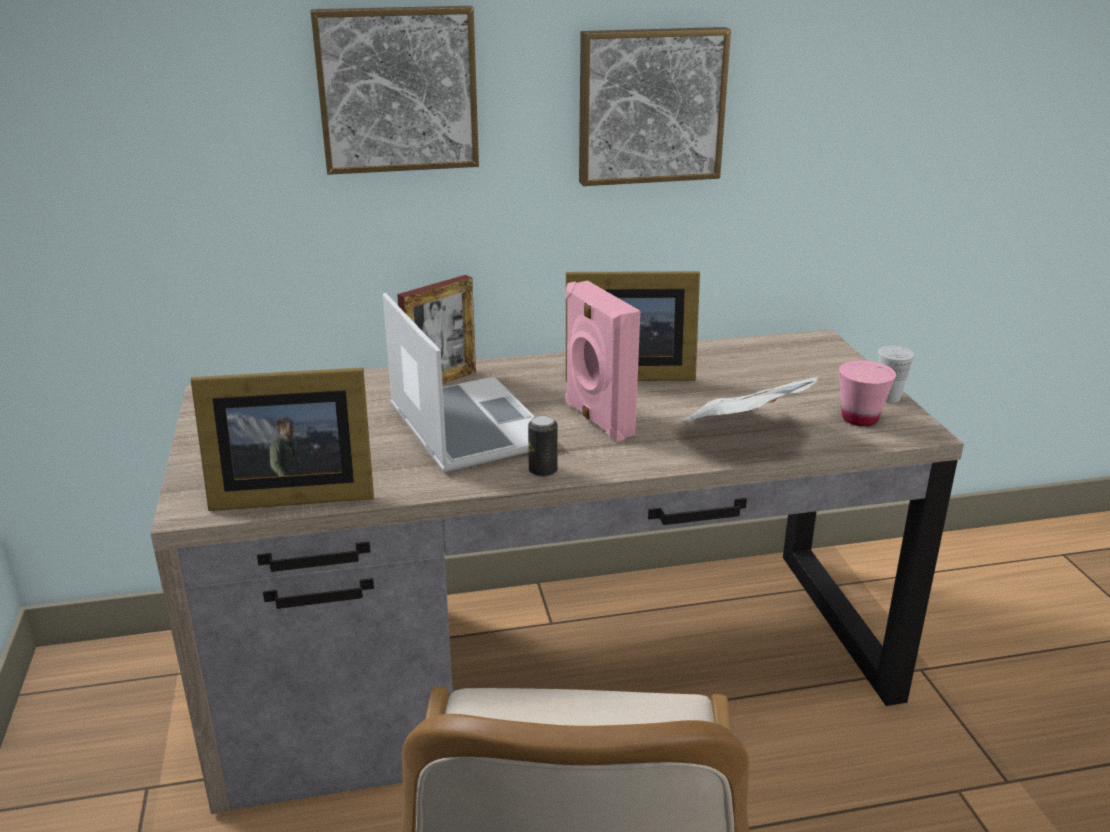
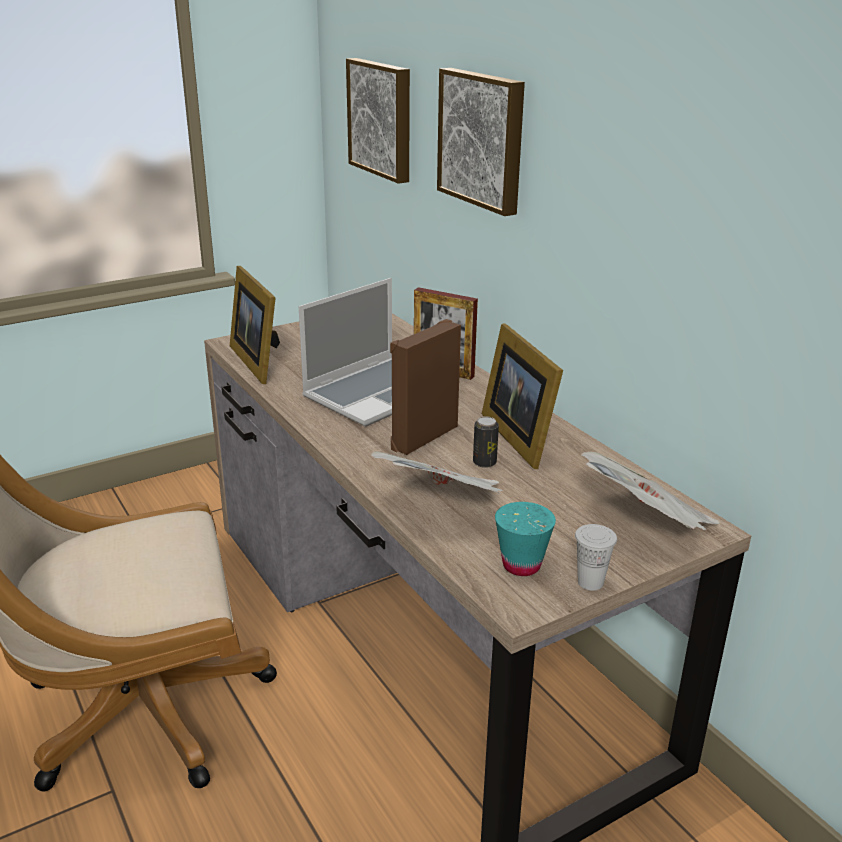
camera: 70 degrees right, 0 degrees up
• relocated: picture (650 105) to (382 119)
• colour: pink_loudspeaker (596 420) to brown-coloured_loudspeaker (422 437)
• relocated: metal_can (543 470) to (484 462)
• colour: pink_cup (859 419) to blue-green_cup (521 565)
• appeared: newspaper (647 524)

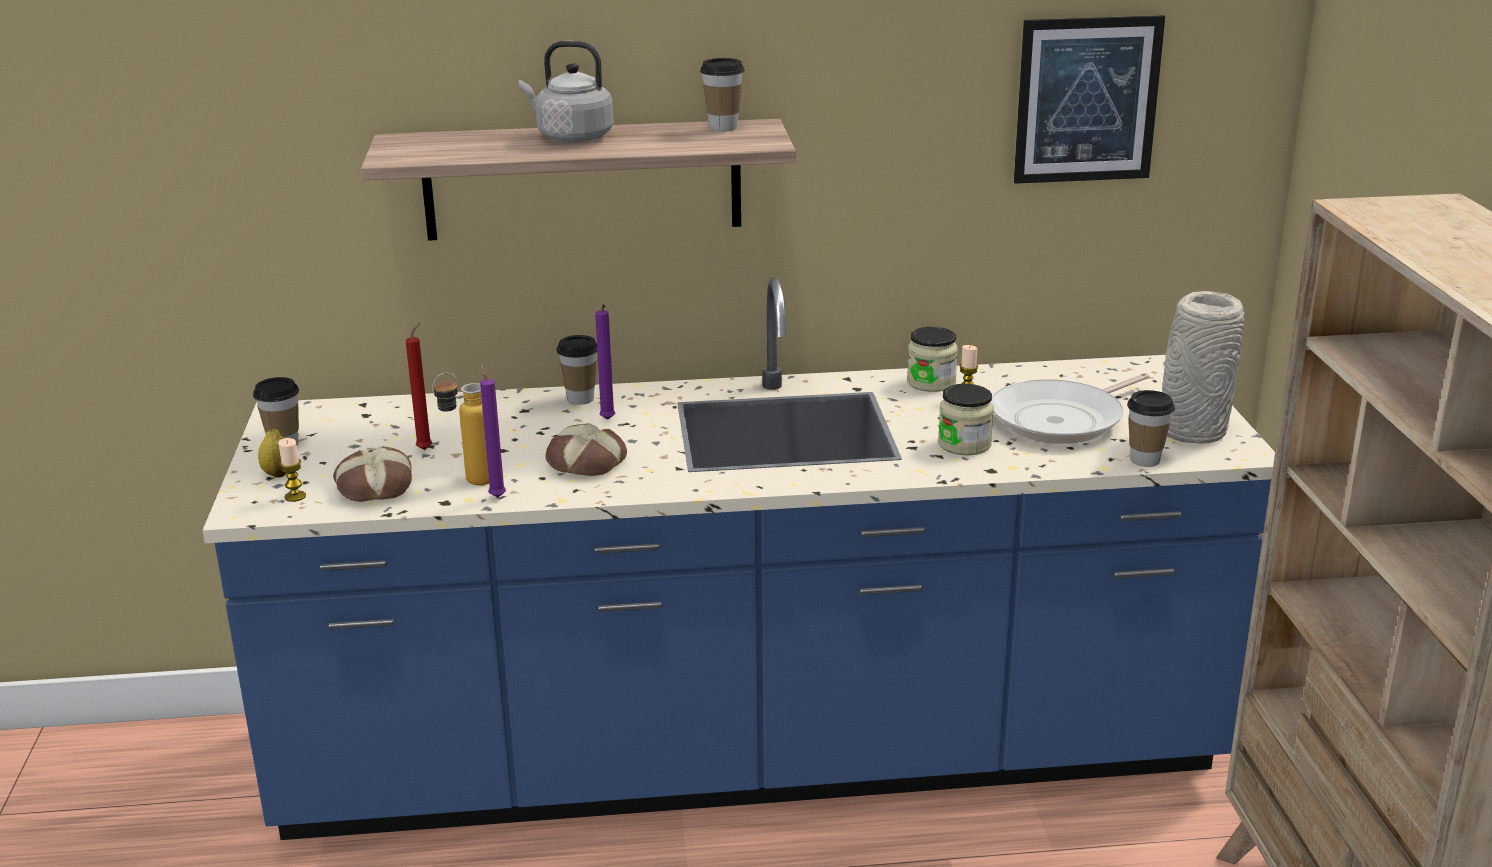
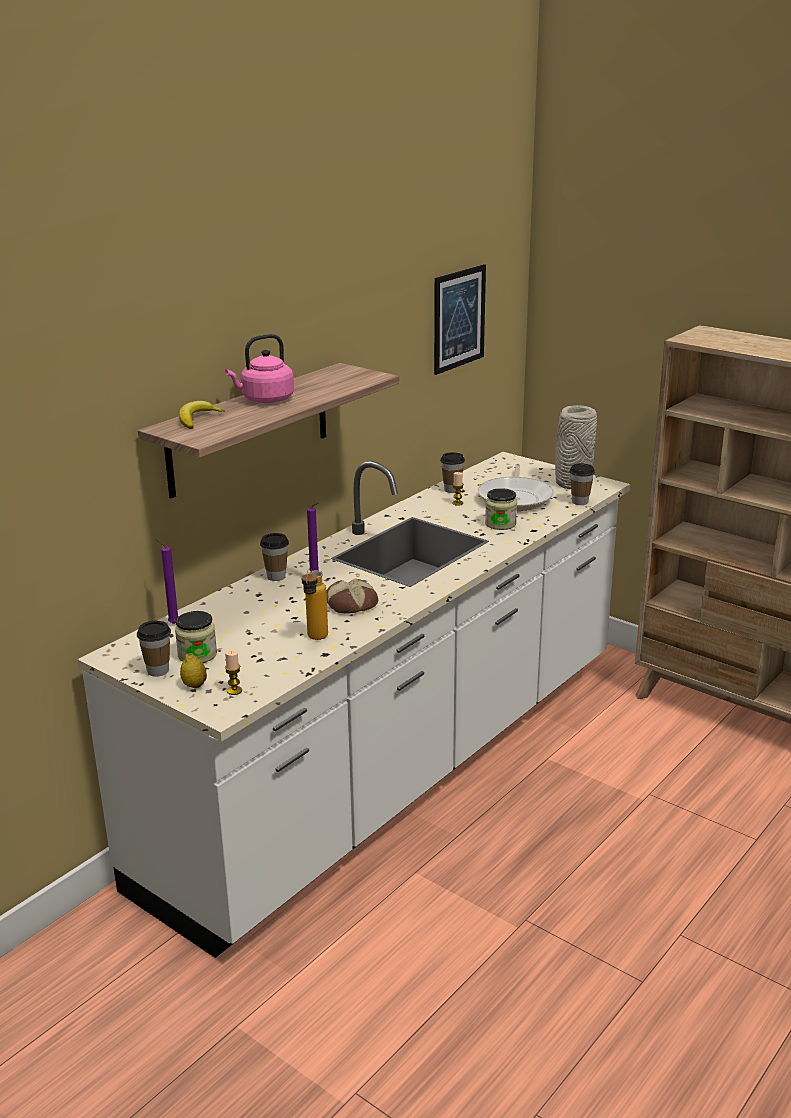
camera: 45 degrees left, 0 degrees up
• colour: bluish_kitchen_base_unit (750 758) to whitish_kitchen_base_unit (397 768)
• relocated: purple_wax_light (496 496) to (172 623)
• relocated: preserve_jar (931 382) to (197 655)
• appeared: banana (197 420)
• colour: gray_water_kettle (571 137) to pink_water_kettle (265 400)
• relocated: cup (723 127) to (452 490)
• missing: bread (374 486)
• missing: reddish_wax_light (426 449)

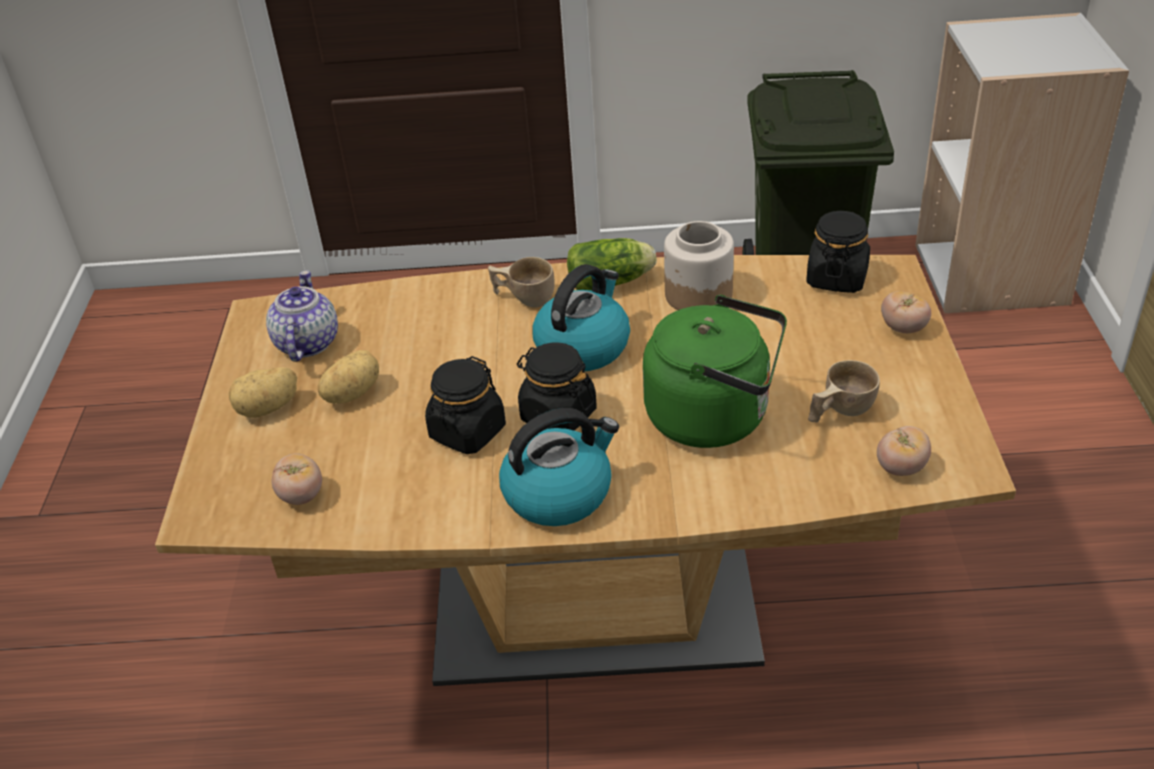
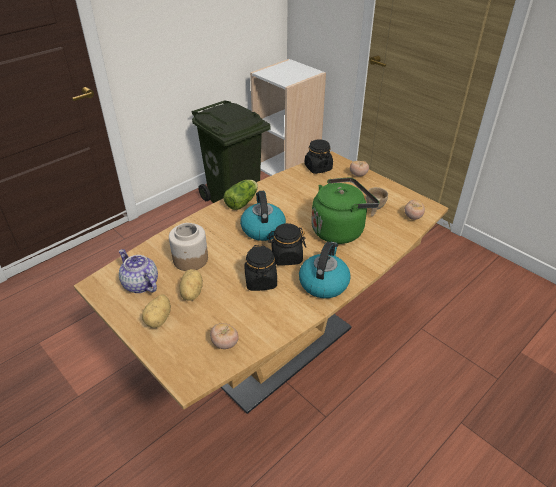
camera: 45 degrees left, 0 degrees up
• relocated: preserve_jar (698 294) to (190 259)
• missing: beige-coloured_cup (524 298)

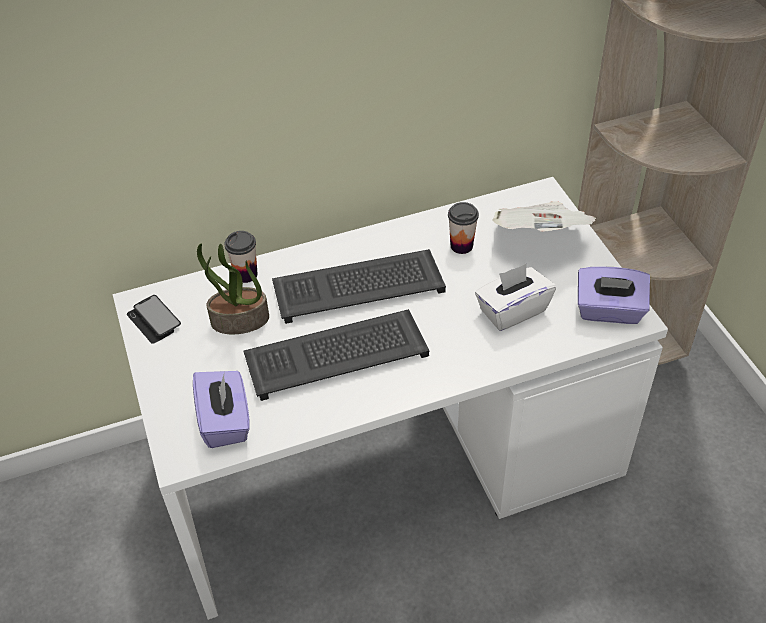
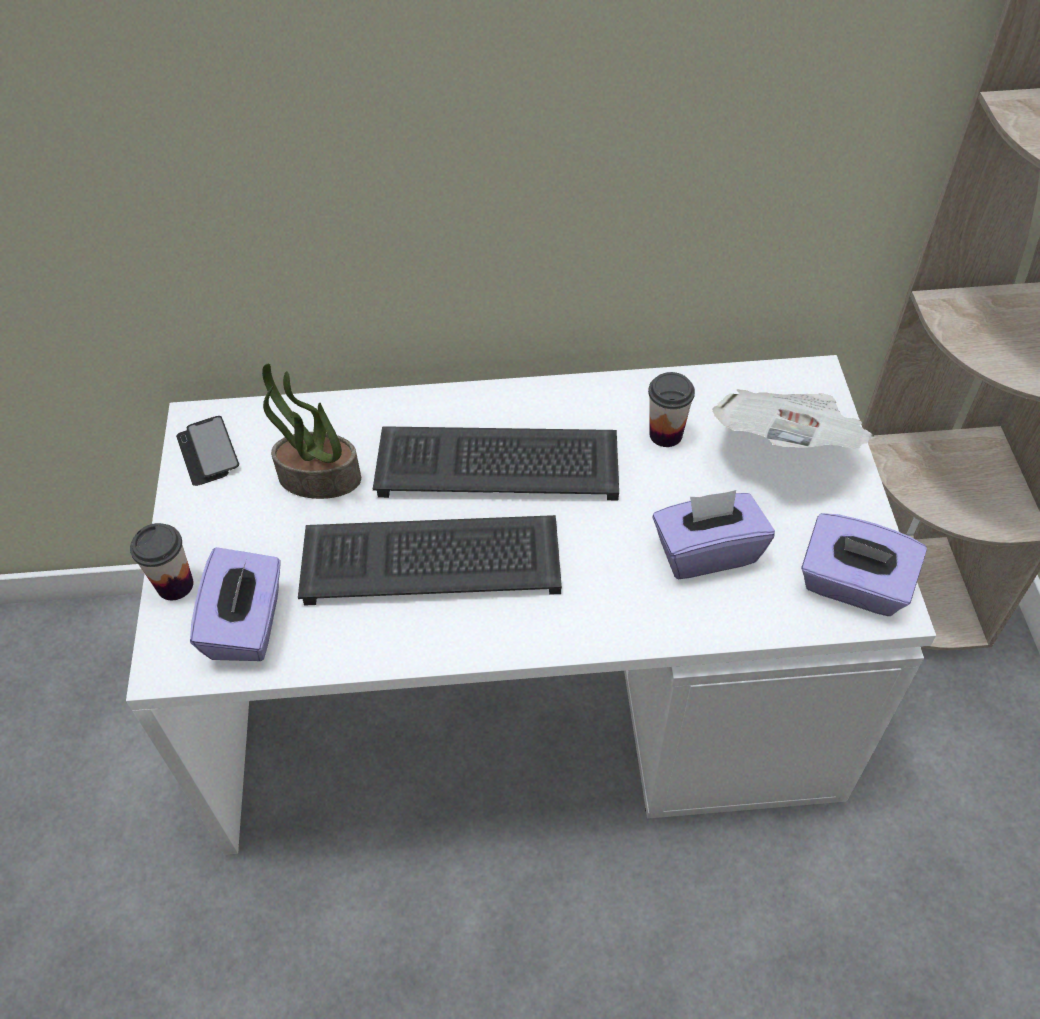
camera: 15 degrees right, 5 degrees up
• relocated: cup (246 274) to (175 585)
• colour: whitish_box_of_tissues (512 310) to purple_box_of_tissues (706 551)

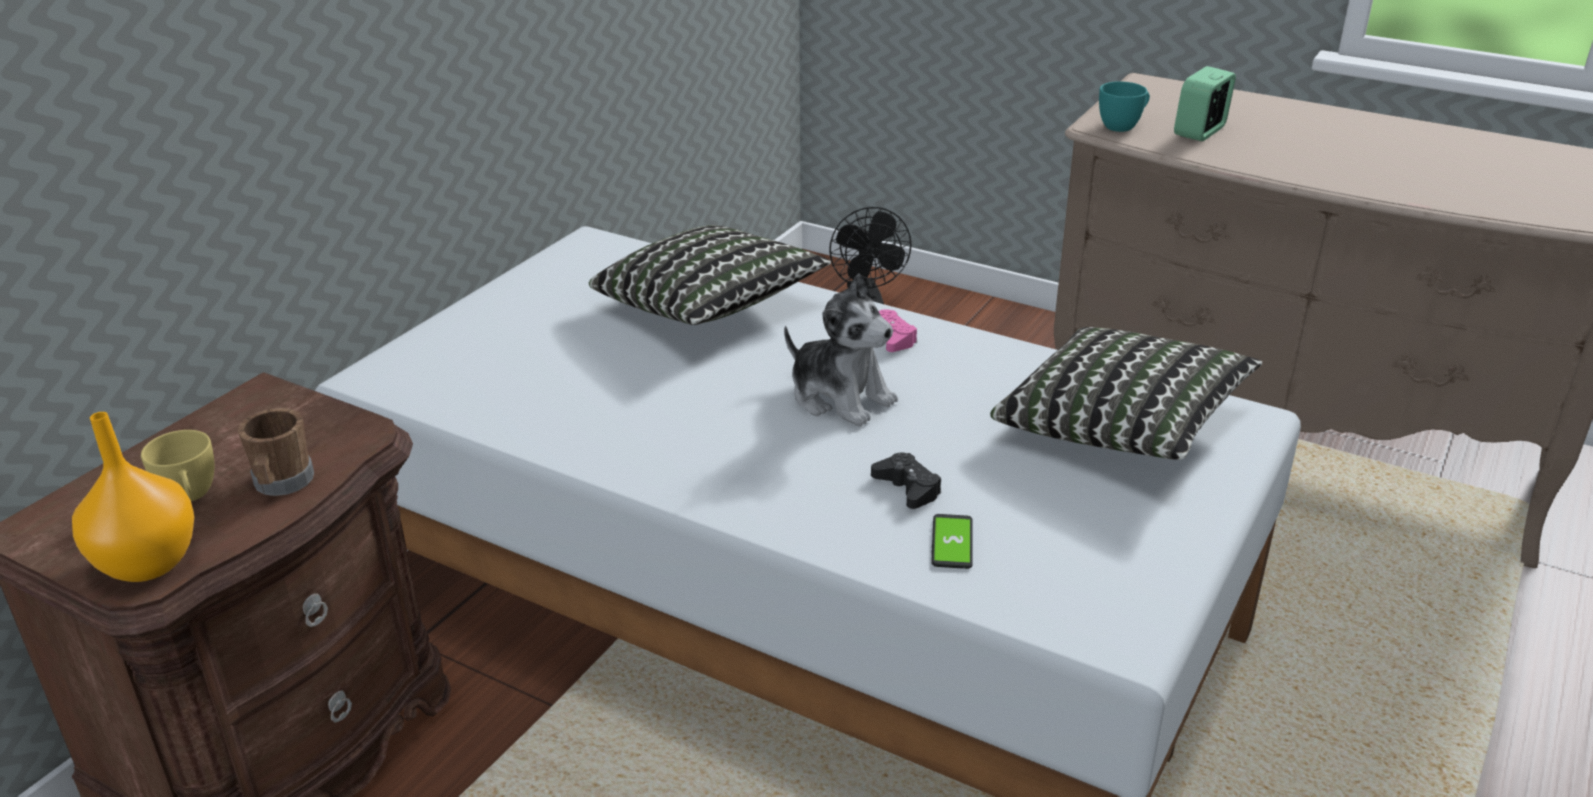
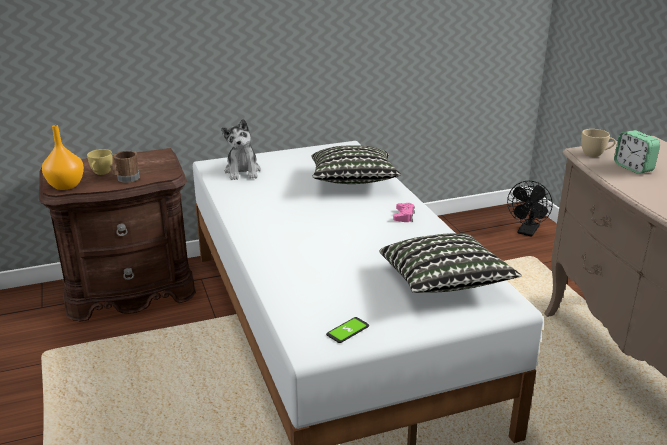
camera: 40 degrees right, 5 degrees down
• relocated: cuddly_toy (840 397) to (243 171)
• relocated: handset (952 542) to (347 330)
• colour: blue-green_cup (1123 126) to beige-coloured_cup (595 154)
• spun: alarm_clock (1200 132) = (633 167) 105 degrees counterclockwise
• missing: blackish_joypad (907 488)

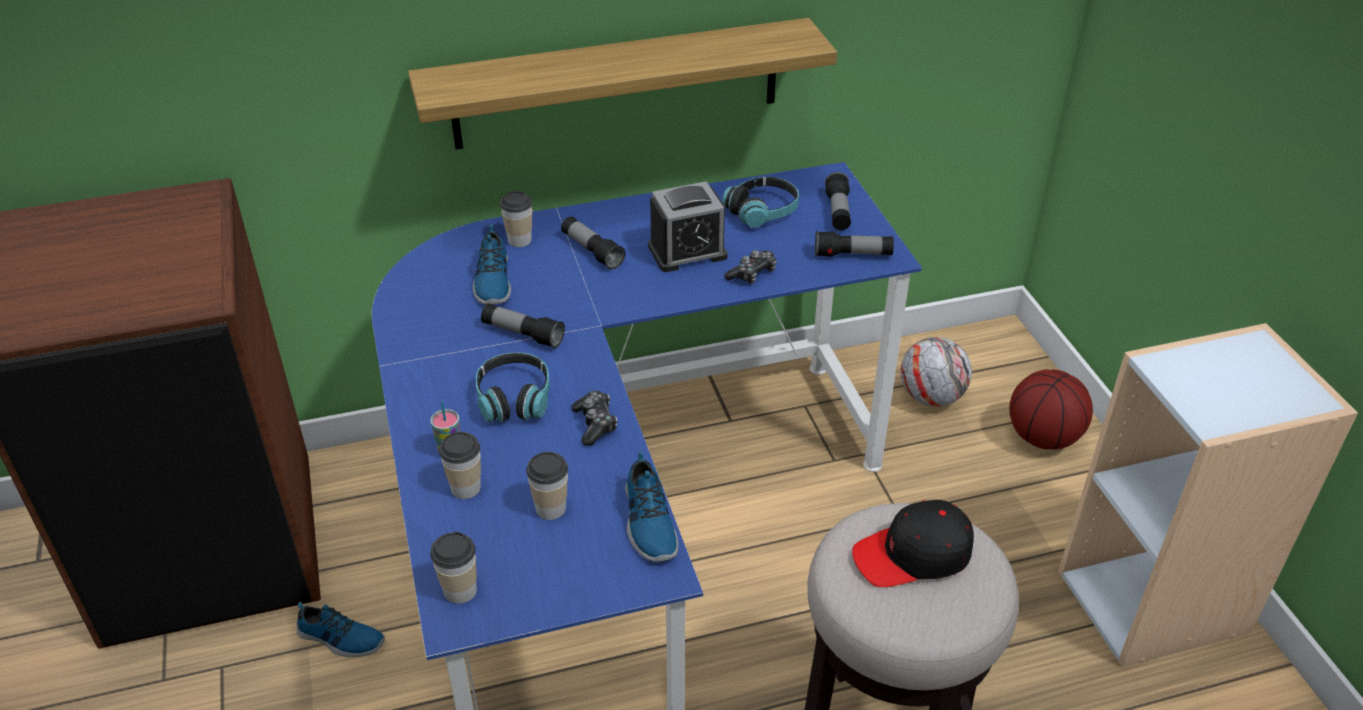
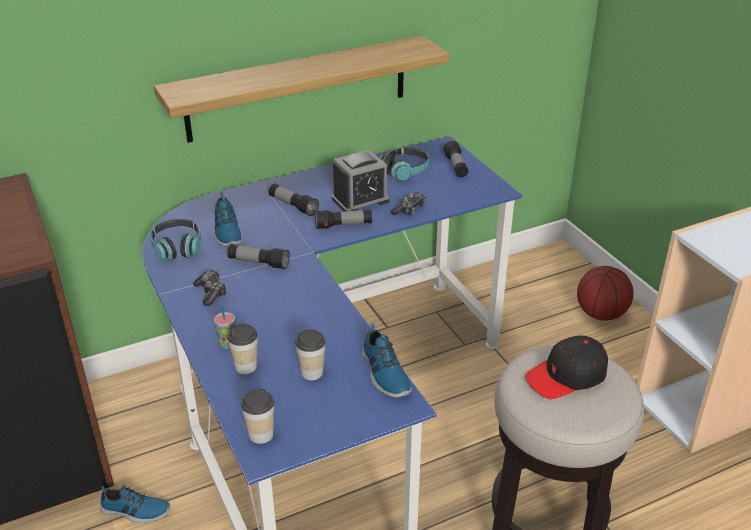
camera: 10 degrees left, 5 degrees down
• relocated: headset (514 398) to (177 247)
• relocated: joypad (595 424) to (211 292)
• relocated: torch (853 255) to (343 225)
• missing: cup (519 240)
• missing: ball_for_football (931 397)

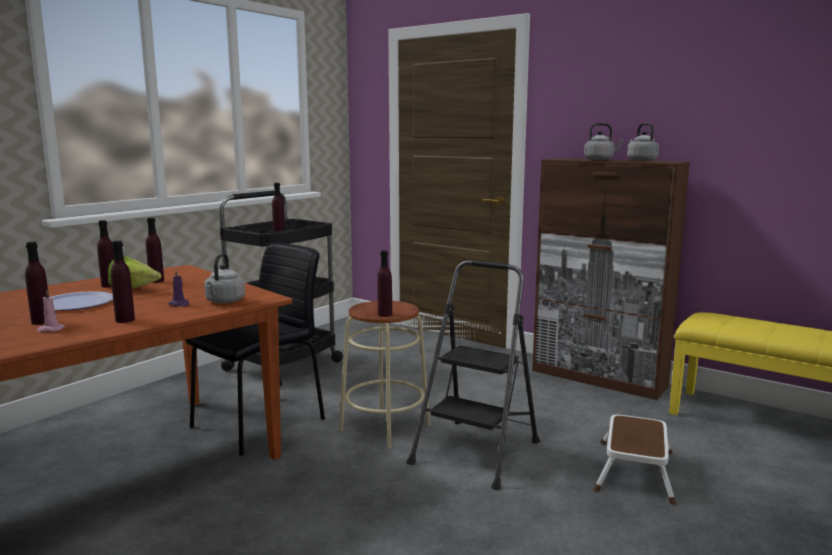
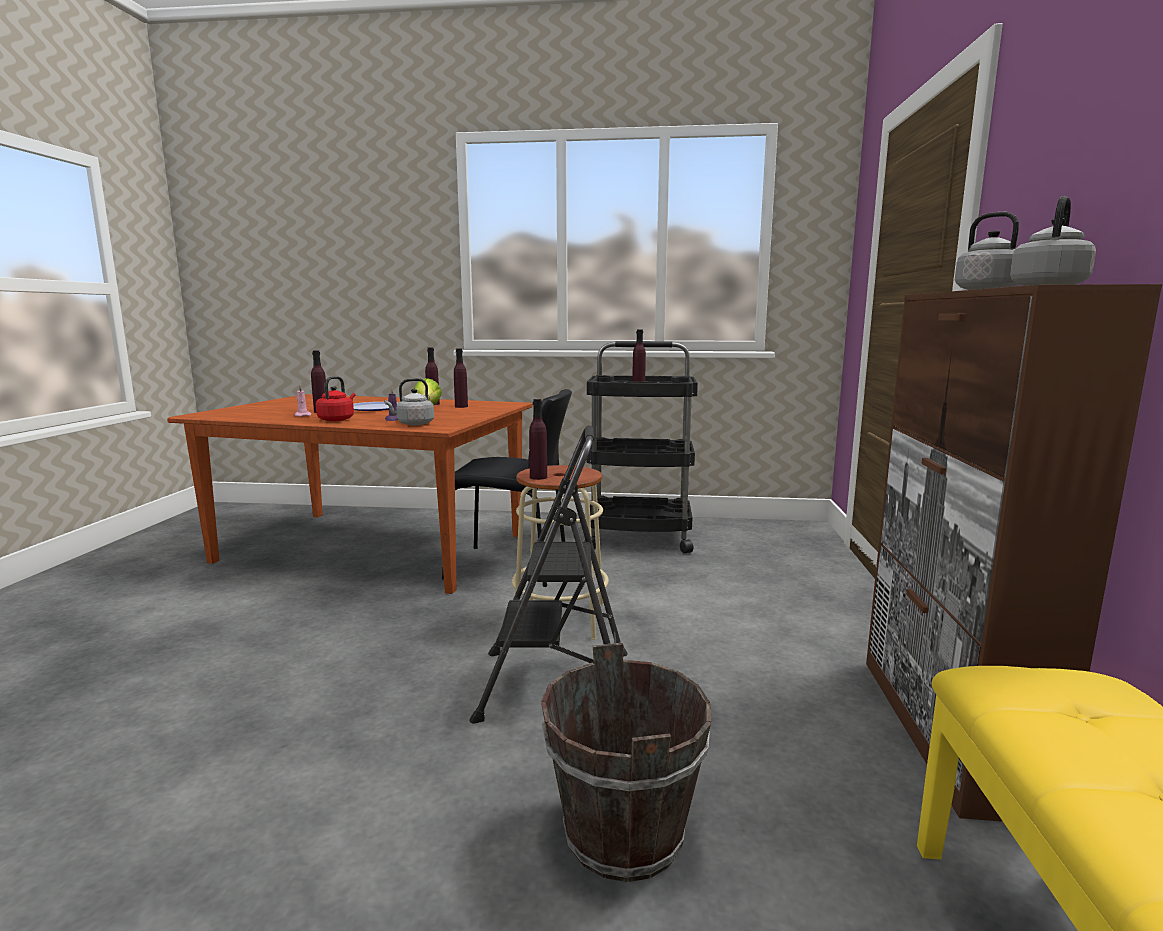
camera: 60 degrees right, 0 degrees up
• exchanged: purple_beverage_bottle (125 320) to reddish_water_kettle (337 419)
• exchanged: brown-coloured_step_ladder (634 470) to brown-coloured_bucket (622 835)

